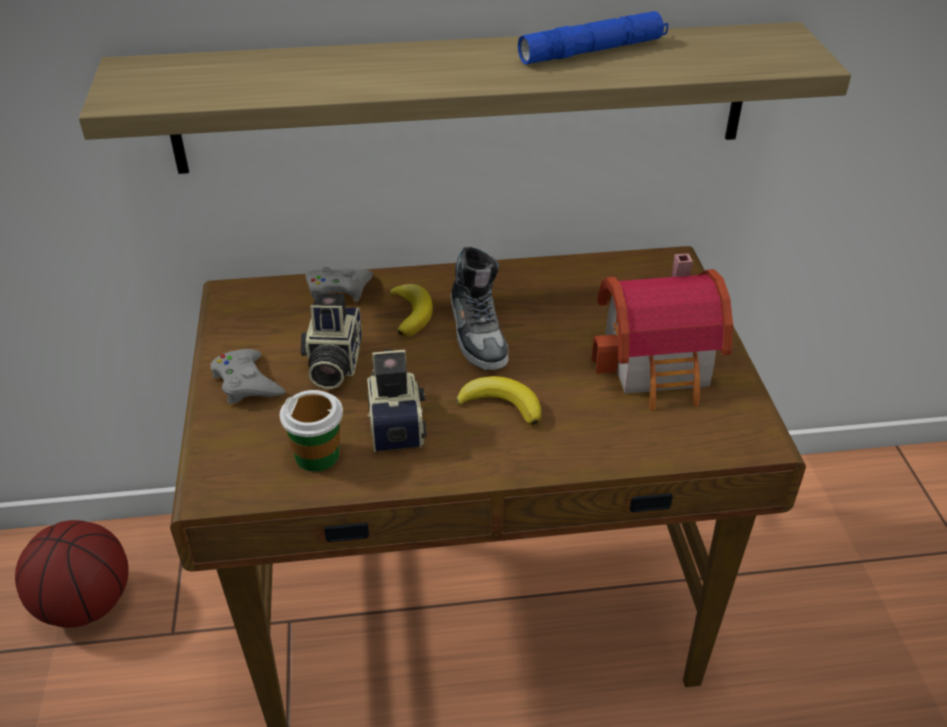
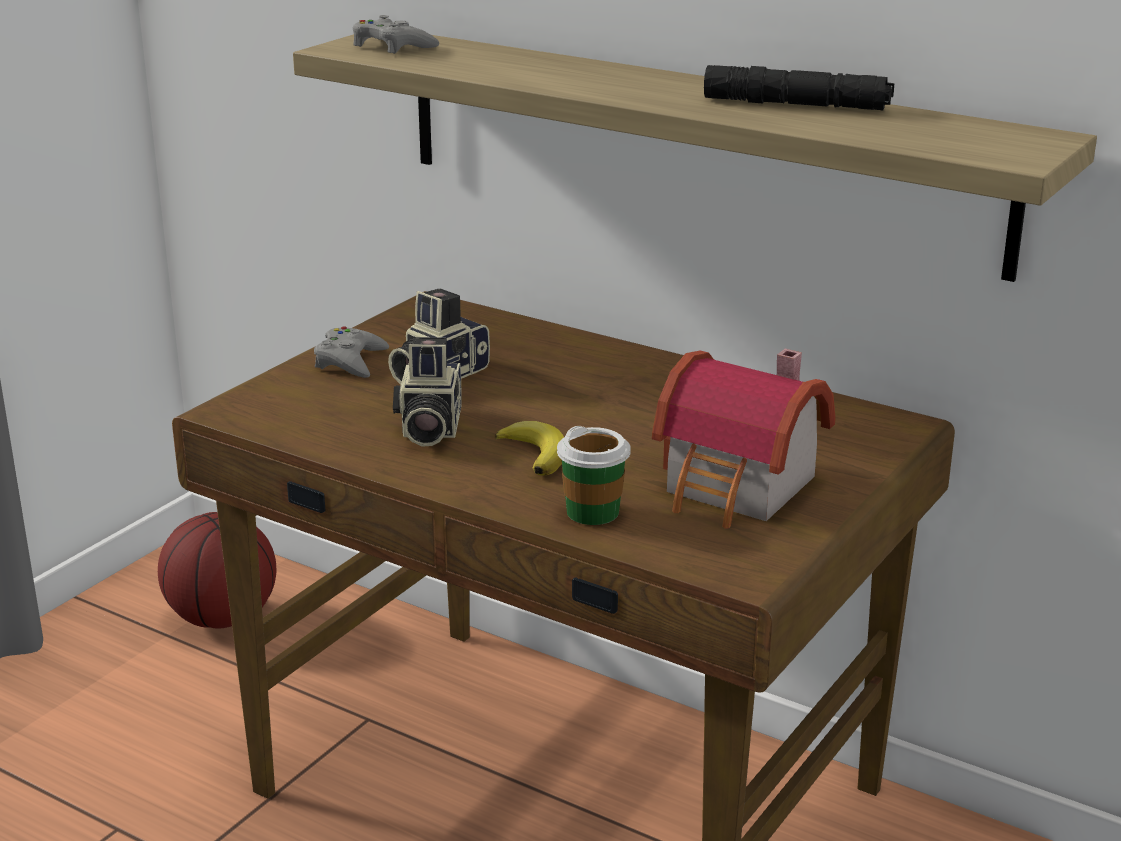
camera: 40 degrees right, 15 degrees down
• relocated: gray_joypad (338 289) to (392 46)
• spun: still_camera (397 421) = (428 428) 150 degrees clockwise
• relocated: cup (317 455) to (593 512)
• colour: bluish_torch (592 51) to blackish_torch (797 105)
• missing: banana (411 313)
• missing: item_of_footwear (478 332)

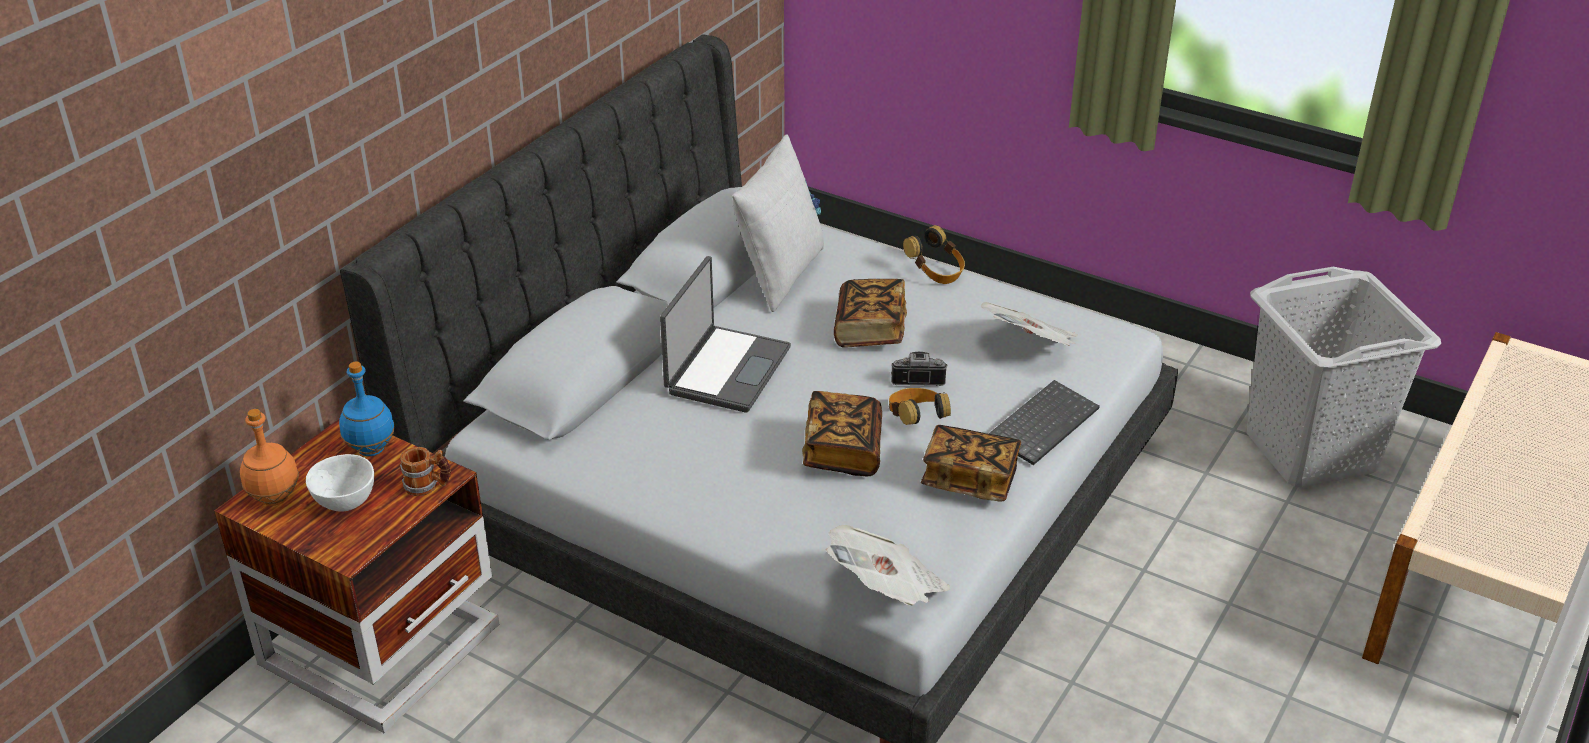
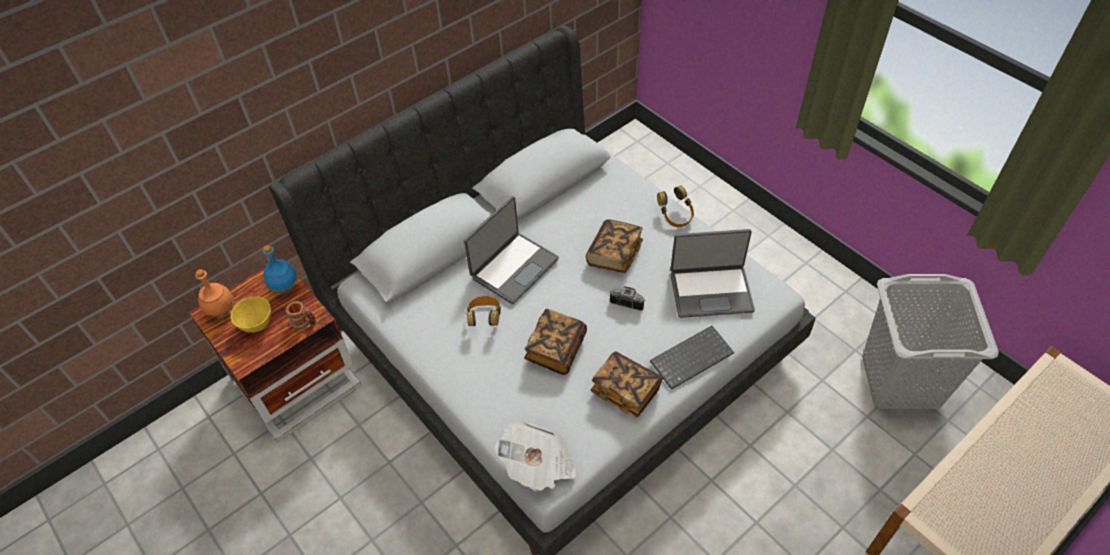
camera: 20 degrees right, 15 degrees up
• colour: whitish_bowl (345 503) to yellow_bowl (257 324)
• relocated: headset (916 420) to (485 318)
• exchanged: newspaper (1030 346) to notebook_computer (711 291)
• missing: gray_pillow (780 276)

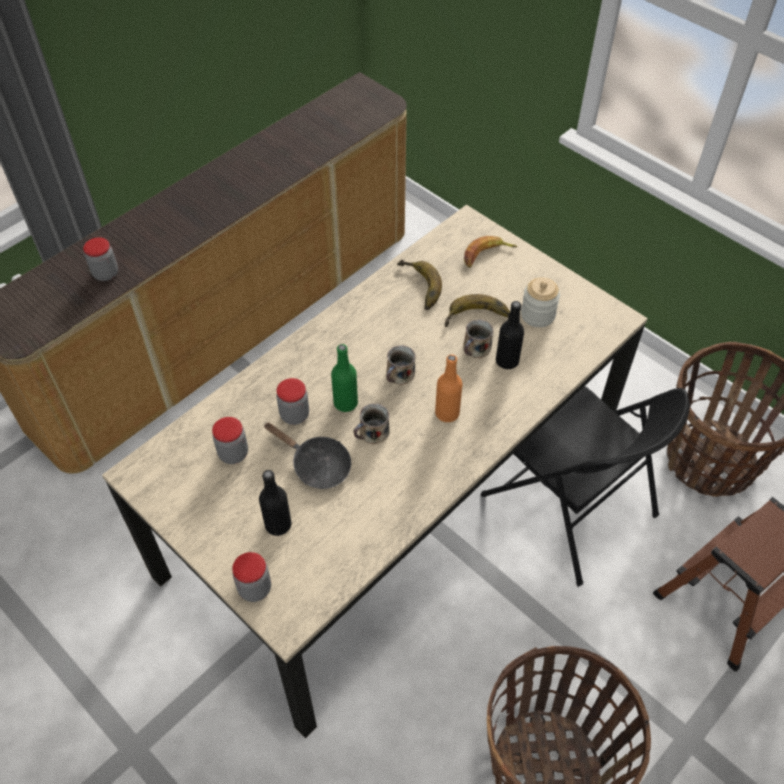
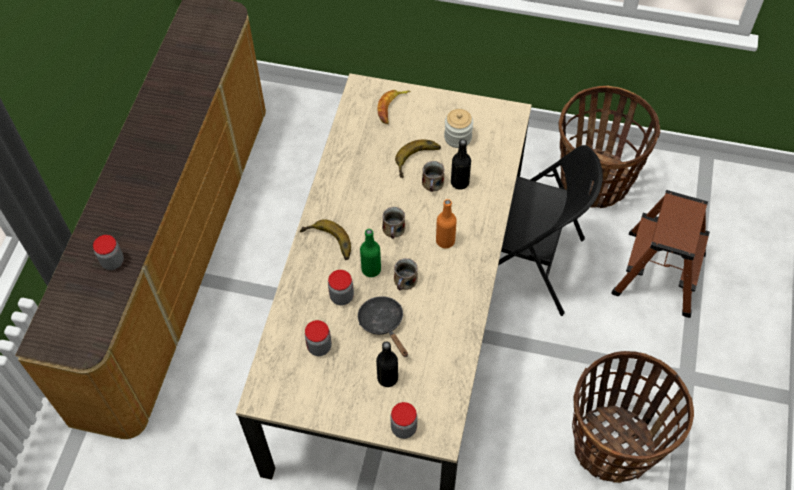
camera: 30 degrees left, 5 degrees up
• relocated: banana (417 288) to (327 244)
• spun: blackish_skillet (316 465) = (383 323) 120 degrees counterclockwise

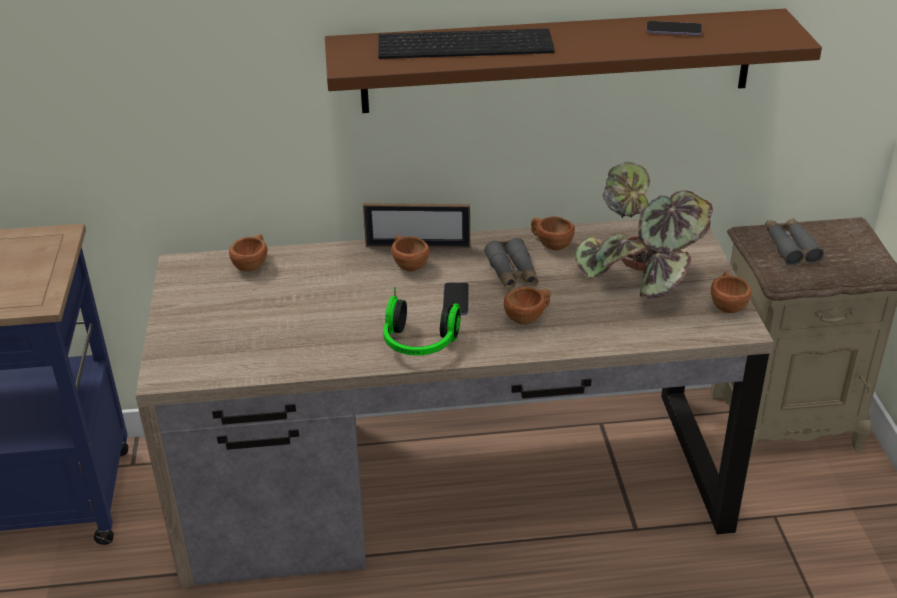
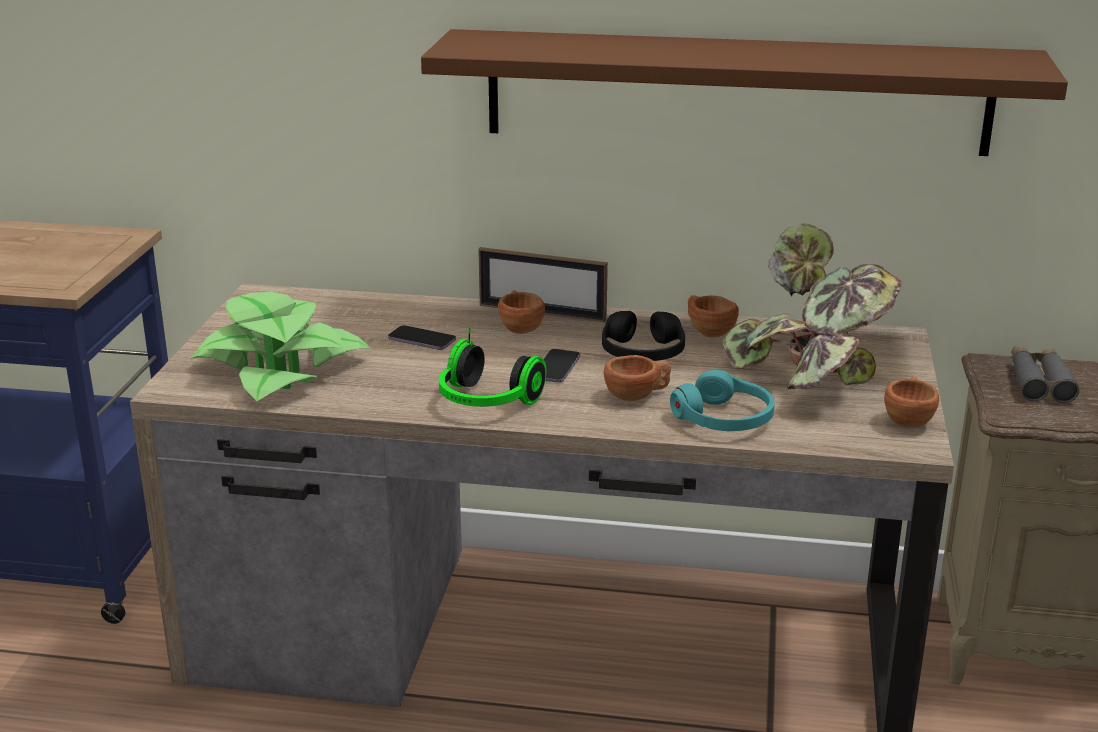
camera: 15 degrees right, 10 degrees down
• appeared: houseplant (281 367)
• relocated: handset (673 30) to (422 340)
• exchanged: gray_binoculars (512 273) to blackish_headset (642 352)
• appeared: blue-green_headset (724 419)
• missing: brown-coloured_cup (253 264)
• missing: PC_keyboard (466 43)

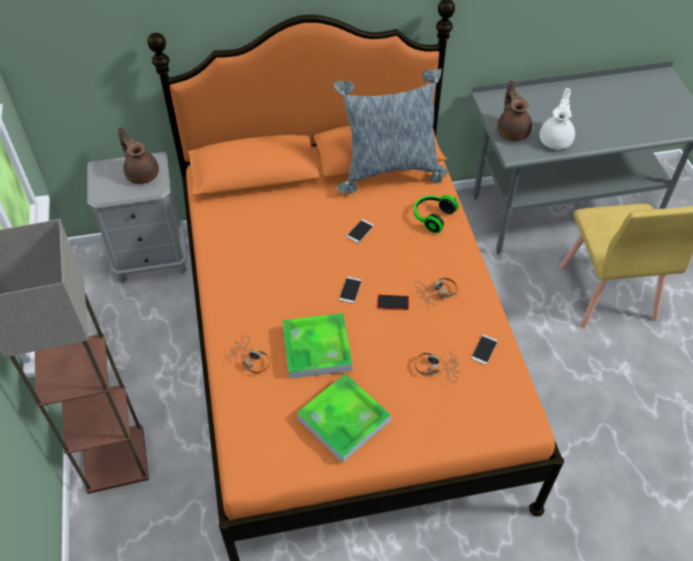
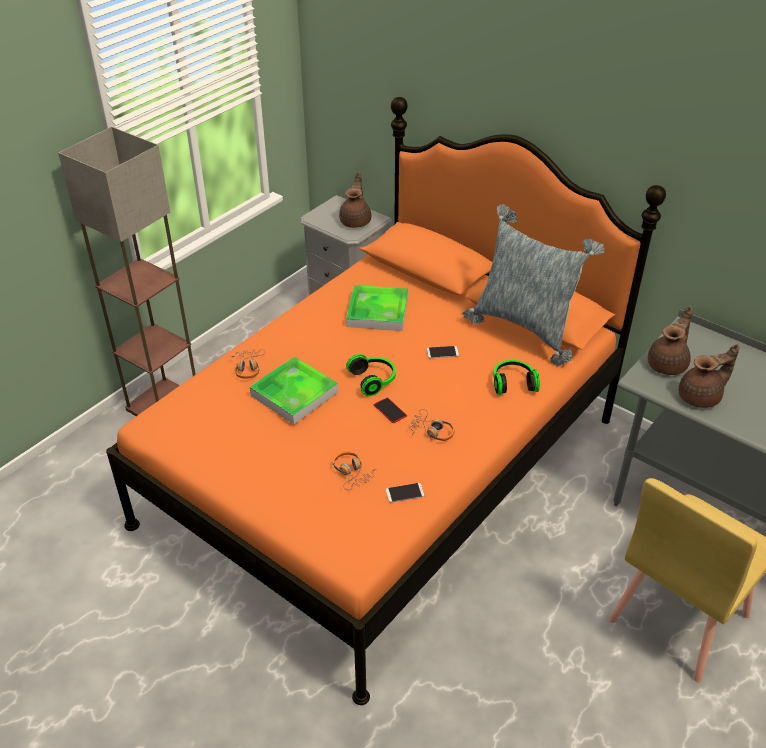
camera: 50 degrees right, 10 degrees down
• relocated: tray (343 420) to (377 311)
• exchanged: handset (350 290) to headset (374 380)
• colour: whitish_tea_pot (556 139) to brown-coloured_tea_pot (701 397)

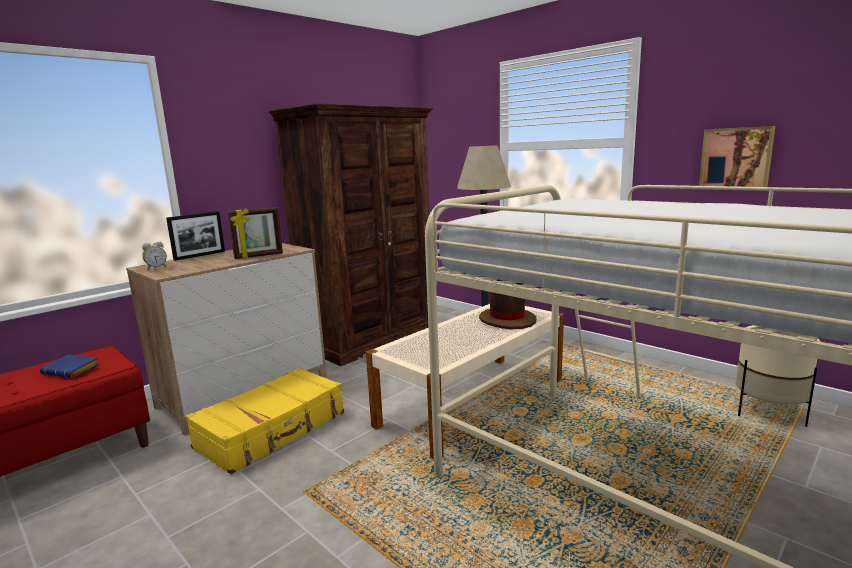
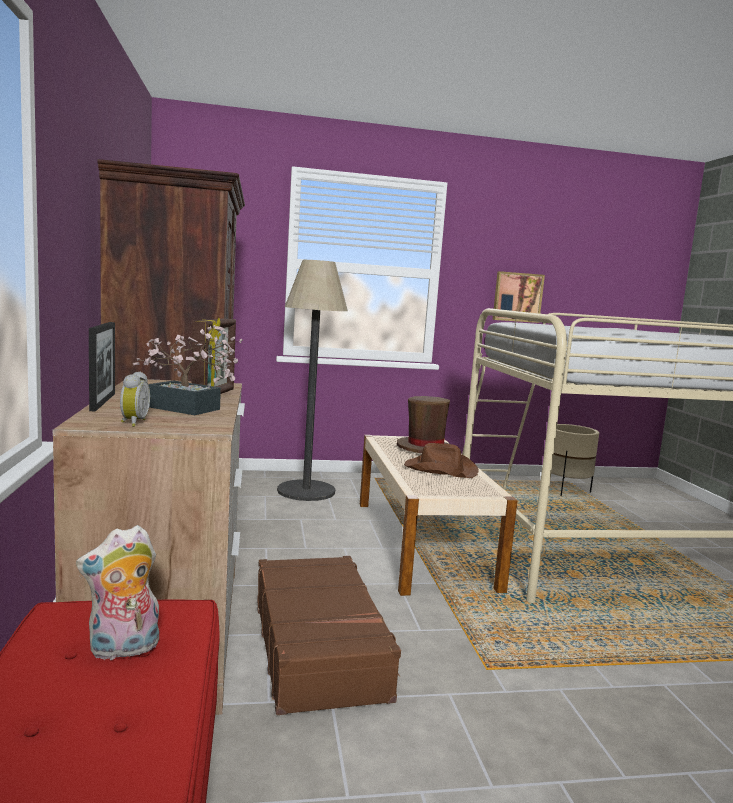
camera: 55 degrees left, 5 degrees down
• exchanged: bluish_bound_book (73 370) to cuddly_toy (123 650)
• appeared: houseplant (189 409)
• colour: yellow_piece_of_luggage (273 430) to brown-coloured_piece_of_luggage (319 646)
• appeared: brown-coloured_wearable_hat (440 469)

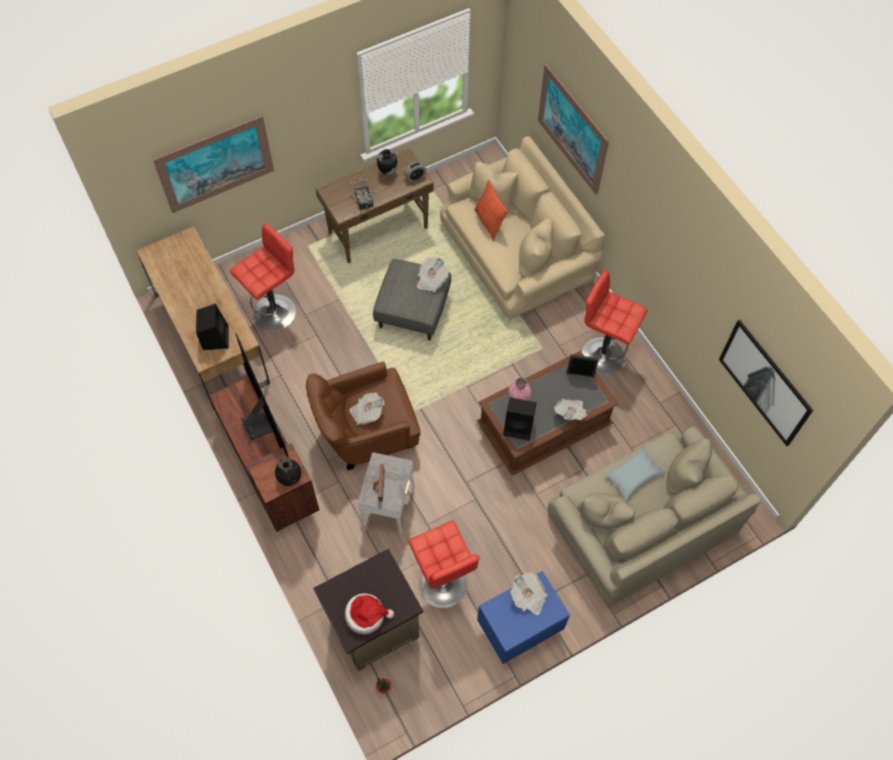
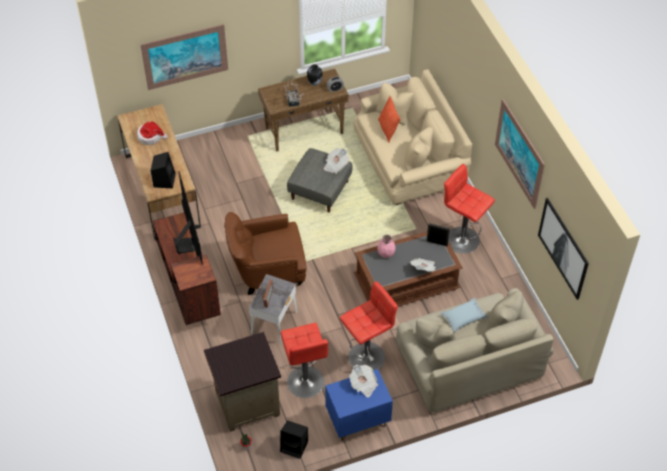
camera: 10 degrees right, 10 degrees down
• relocated: wearable_hat (366 615) to (151 136)
• relocated: blackish_loudspeaker (519 426) to (295 446)
• relocated: reddish_sitting_stool (275 312) to (367 357)
• relocated: picture (572 129) to (519 153)
• missing: blackish_vase (289 478)
• missing: newspaper (367 412)

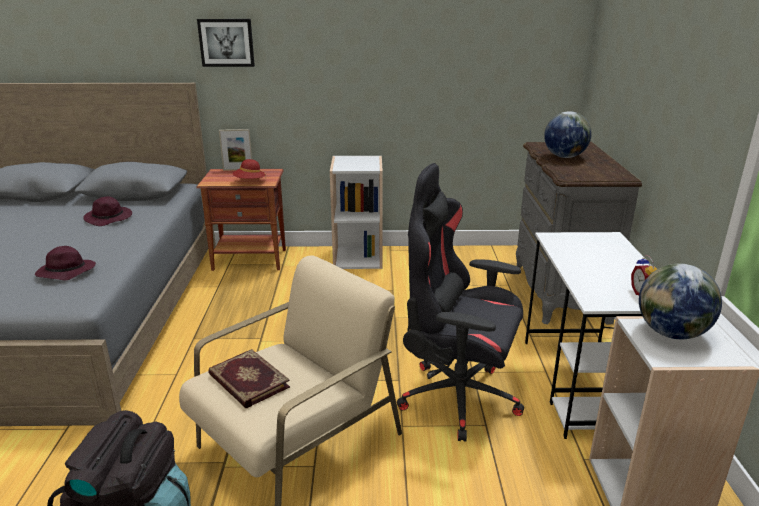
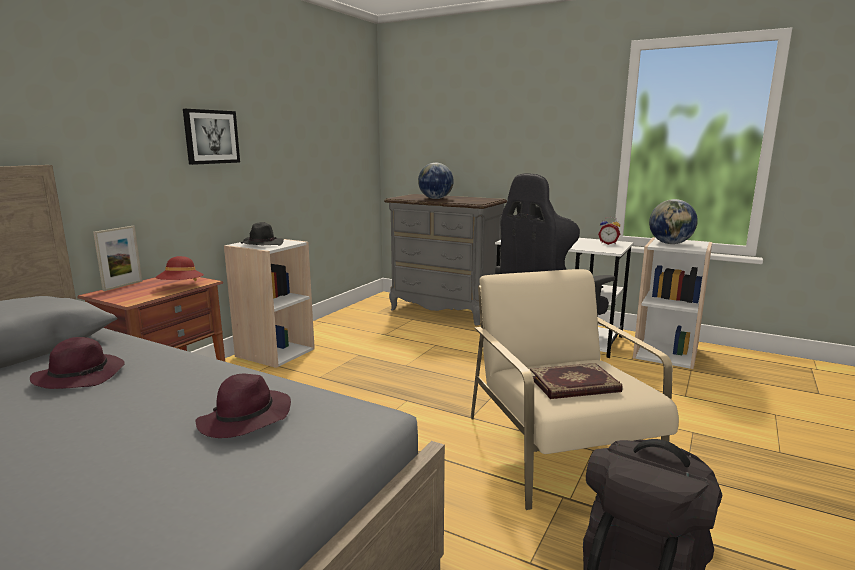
camera: 60 degrees left, 10 degrees down
• relocated: picture (226 42) to (211 137)
• appeared: blackish_wearable_hat (262 244)

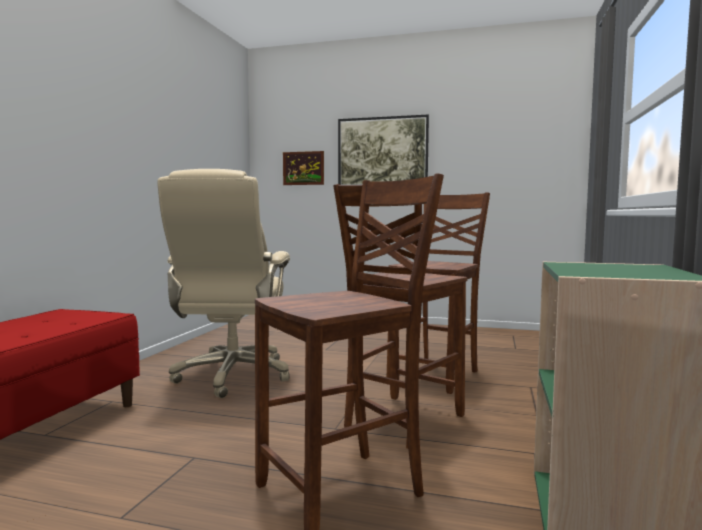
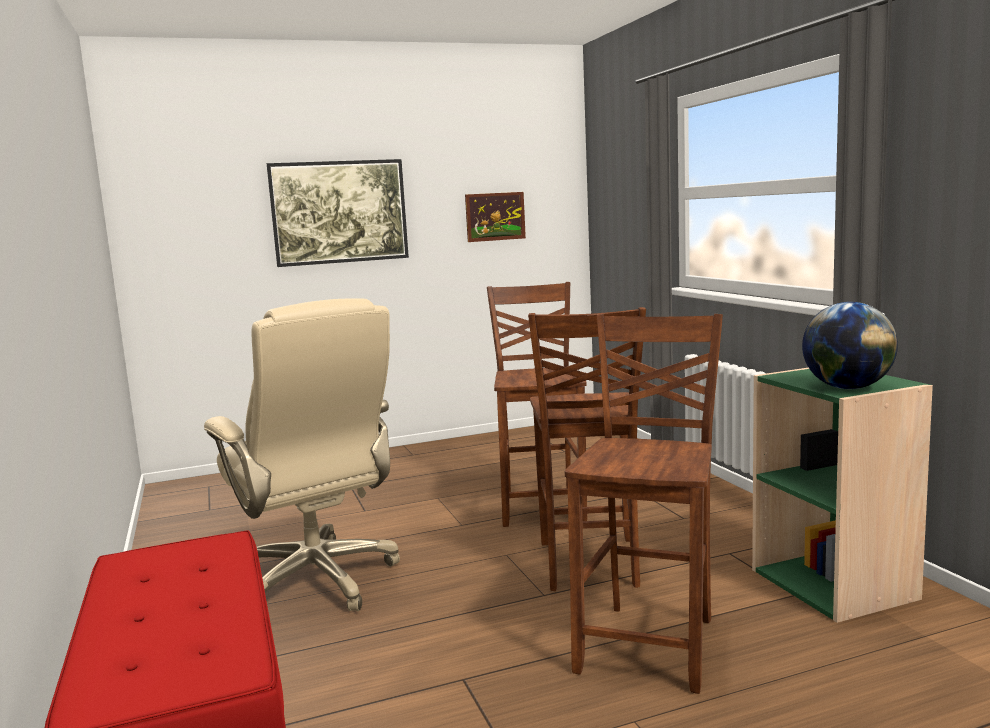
camera: 35 degrees left, 5 degrees up
• relocated: picture (303 168) to (495 216)
• appeared: desk_globe (847 388)

